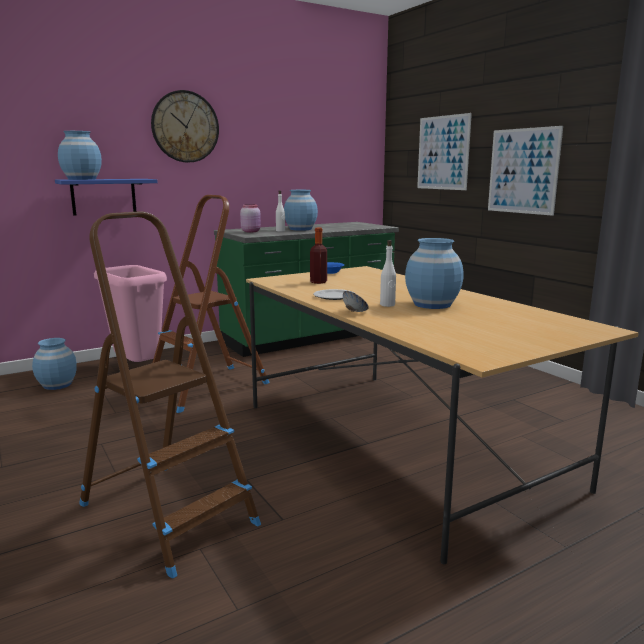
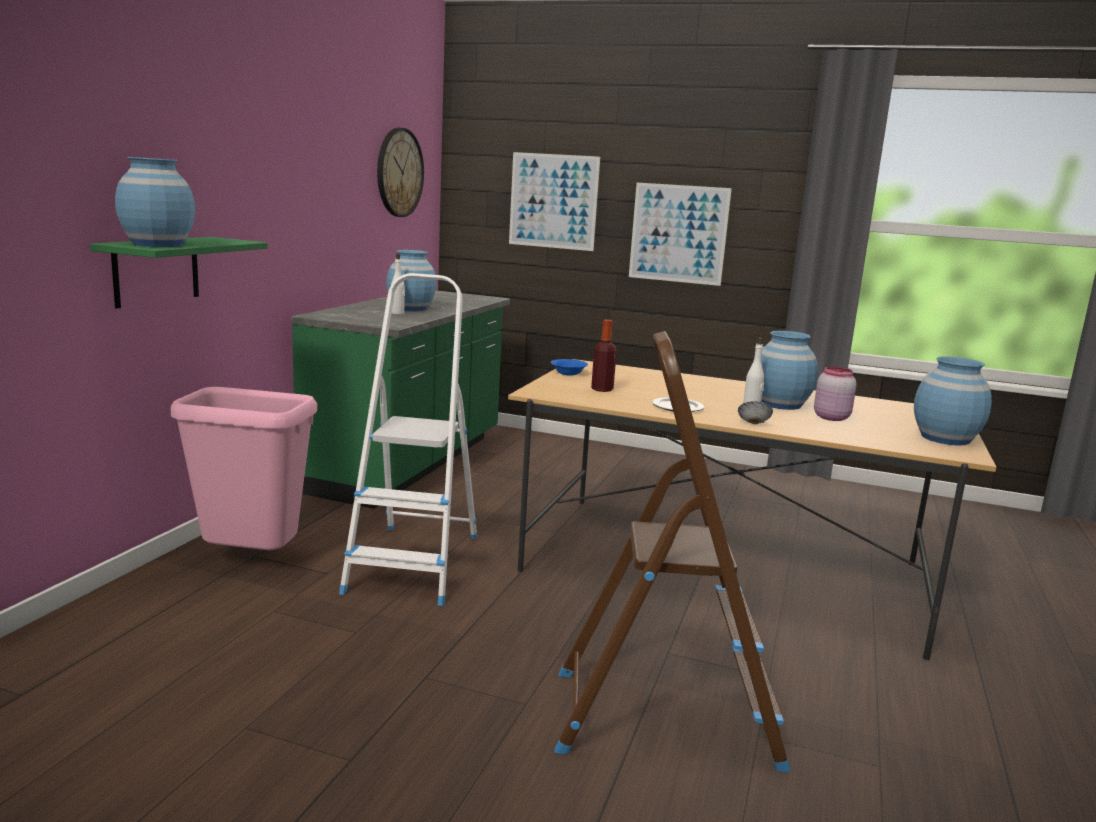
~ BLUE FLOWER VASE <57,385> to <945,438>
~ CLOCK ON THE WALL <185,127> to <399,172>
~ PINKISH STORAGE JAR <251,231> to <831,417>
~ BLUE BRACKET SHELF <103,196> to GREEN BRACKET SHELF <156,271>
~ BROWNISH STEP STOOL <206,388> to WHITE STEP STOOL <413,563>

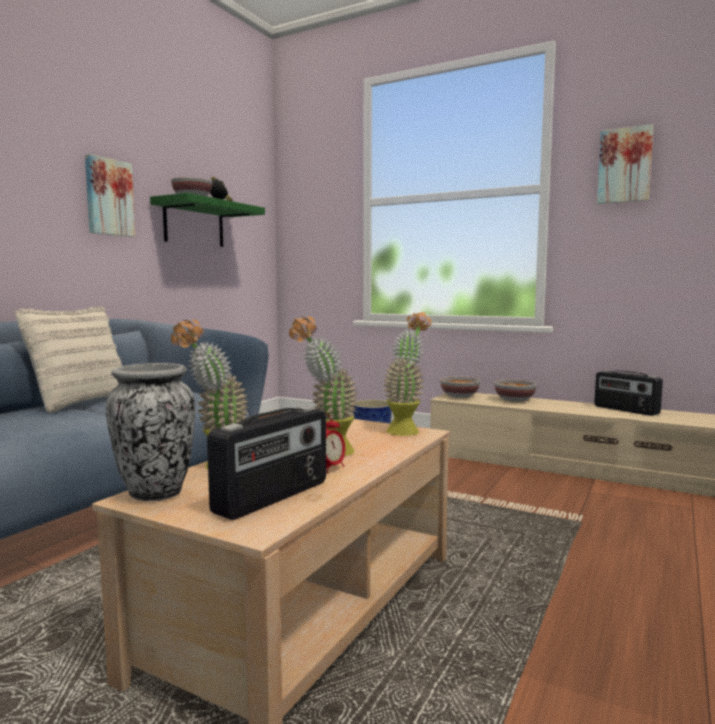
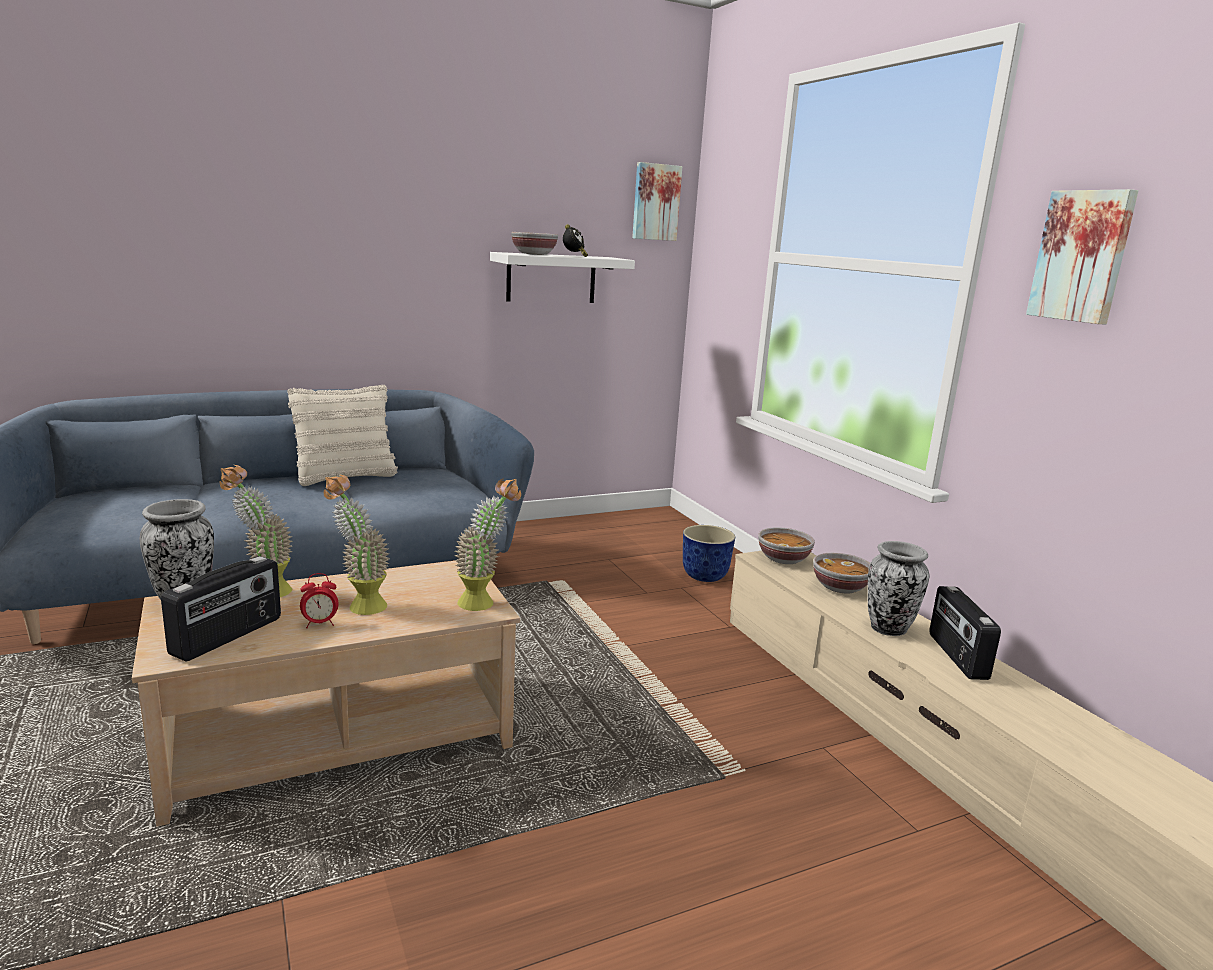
+ FLOWER VASE <888,629>
~ WALL ART <108,197> to <655,202>
~ GREEN BRACKET SHELF <194,224> to WHITE BRACKET SHELF <551,278>
~ RADIO SET <273,497> = <228,637> 45 degrees counterclockwise

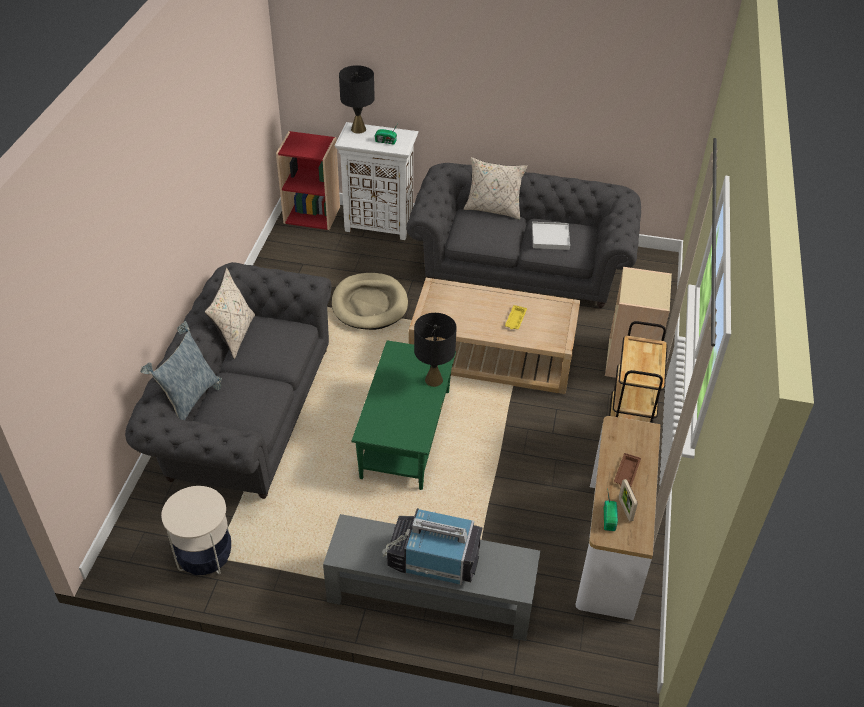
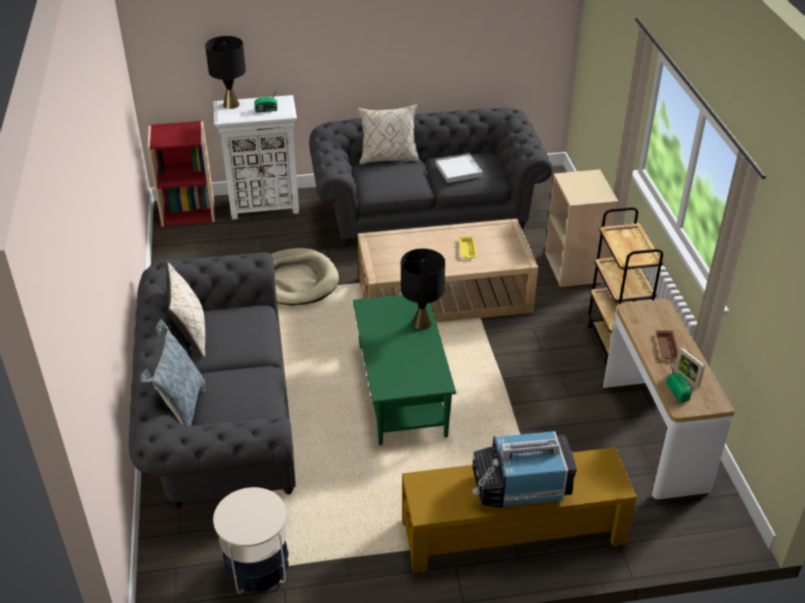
~ GREY MEDIA CONSOLE <430,596> to YELLOW-COLOURED MEDIA CONSOLE <512,533>

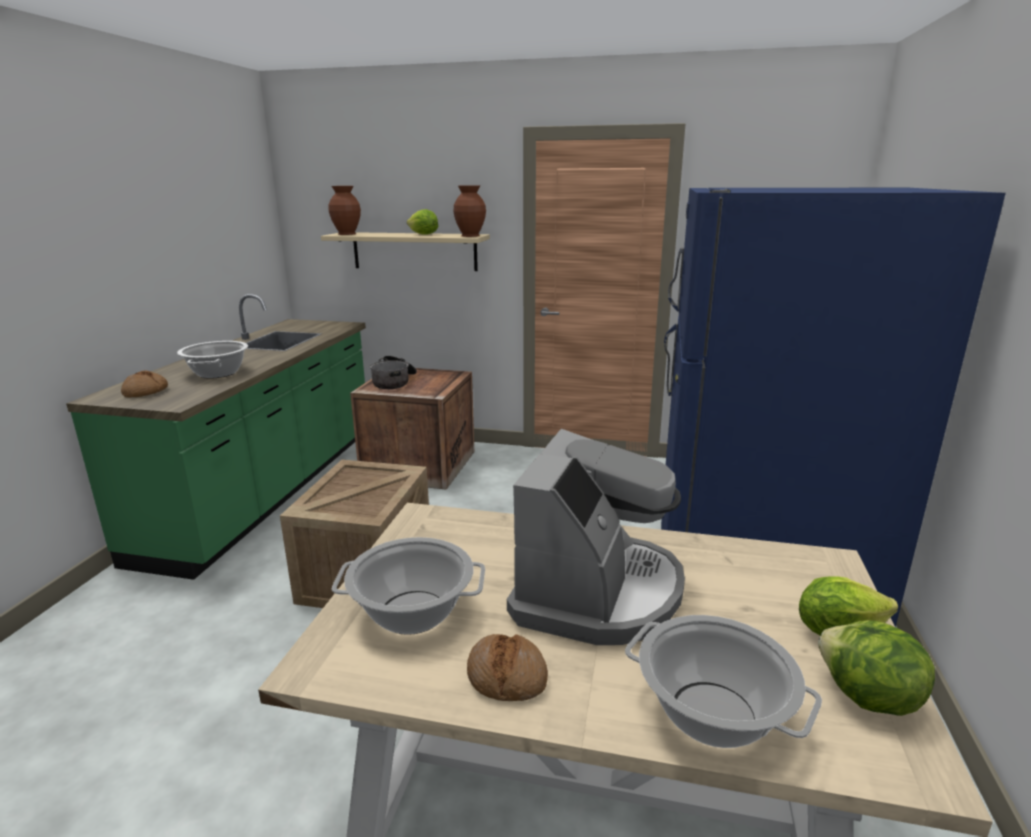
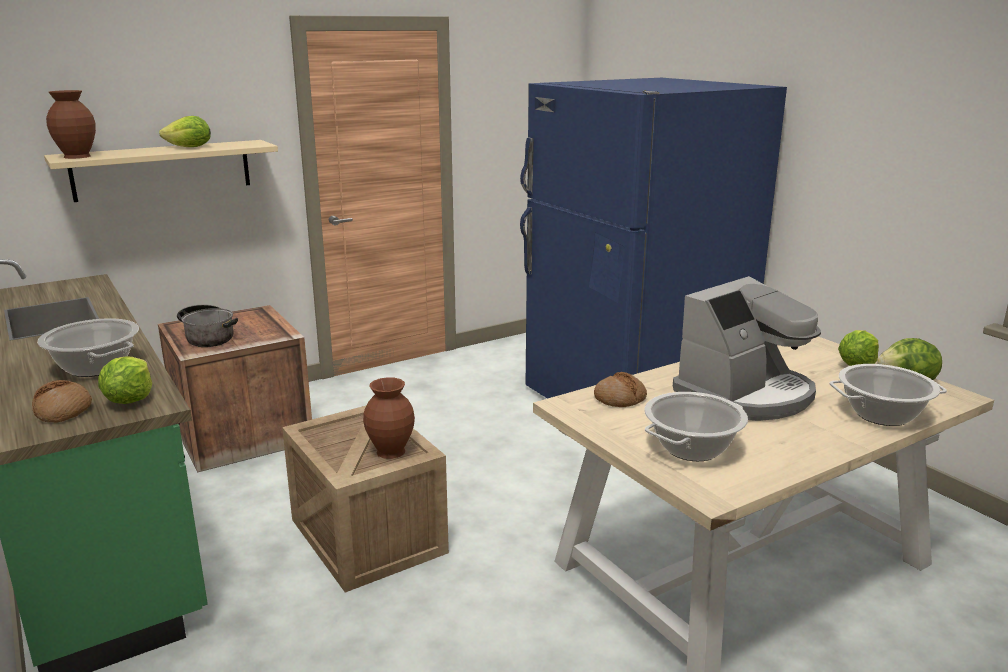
+ HEAD OF LETTUCE <130,399>
~ BROWNISH FLOWER VASE <470,236> to <390,451>
~ BAKERY BREAD <507,676> to <620,398>
~ COFFEE BREWER <597,591> = <745,395> 75 degrees clockwise

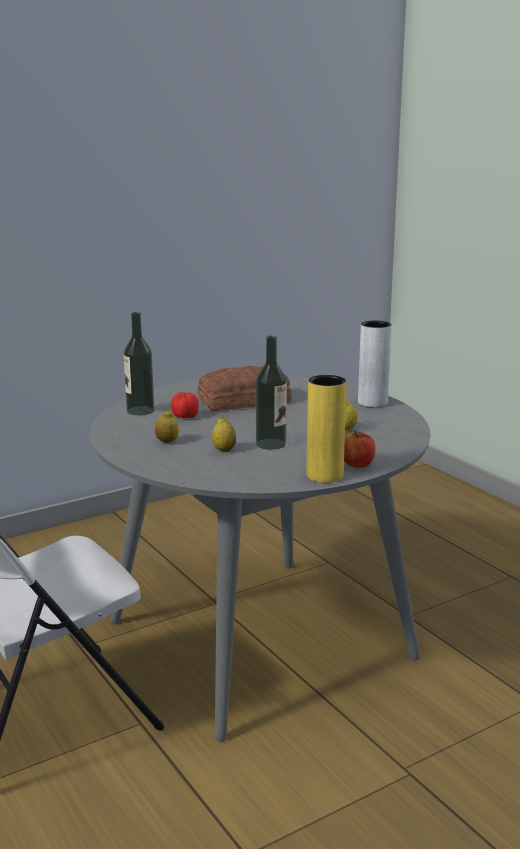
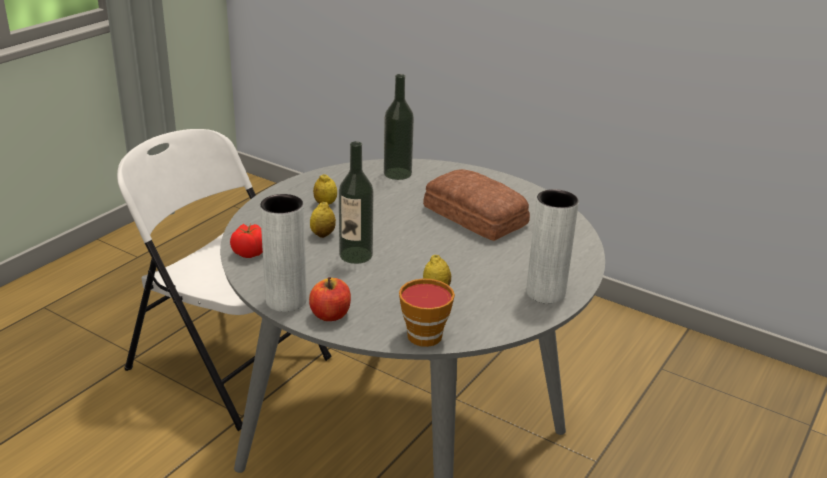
+ SMALL CUP <423,333>
~ WHOLE TOMATO <185,416> to <248,253>
~ YELLOW-COLOURED FLOWER VASE <324,475> to GREY FLOWER VASE <286,301>

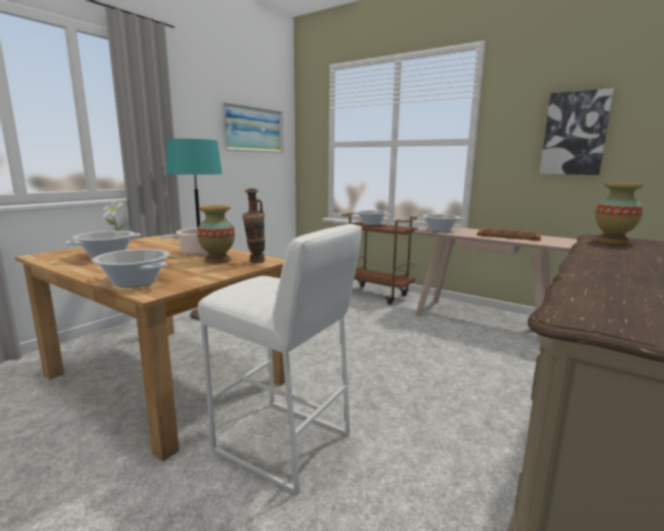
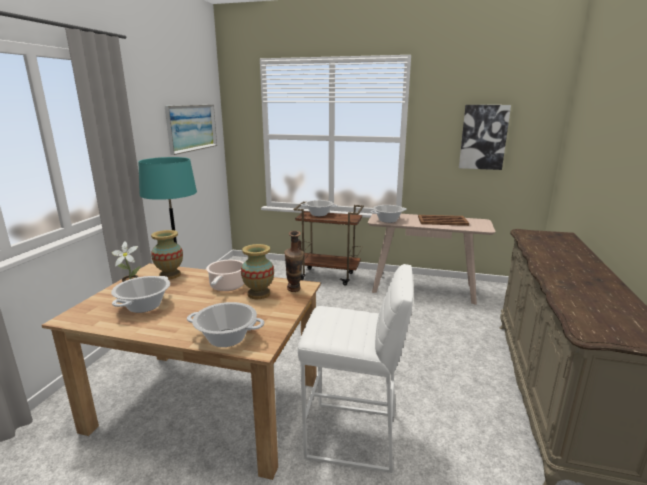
~ FLOWER VASE <612,241> to <170,275>

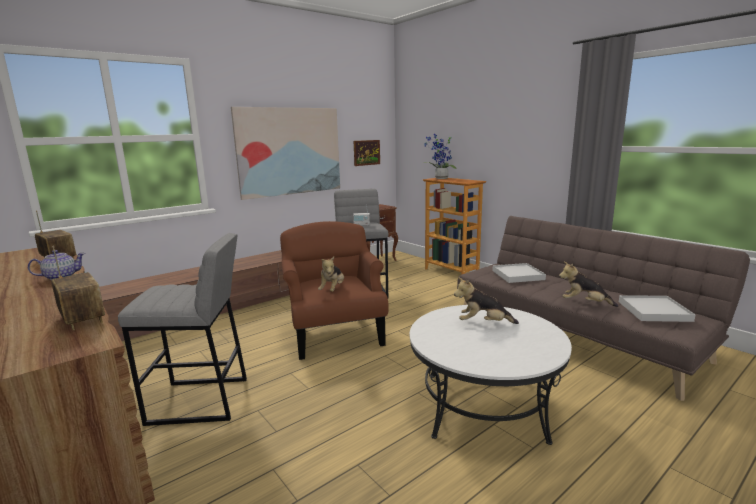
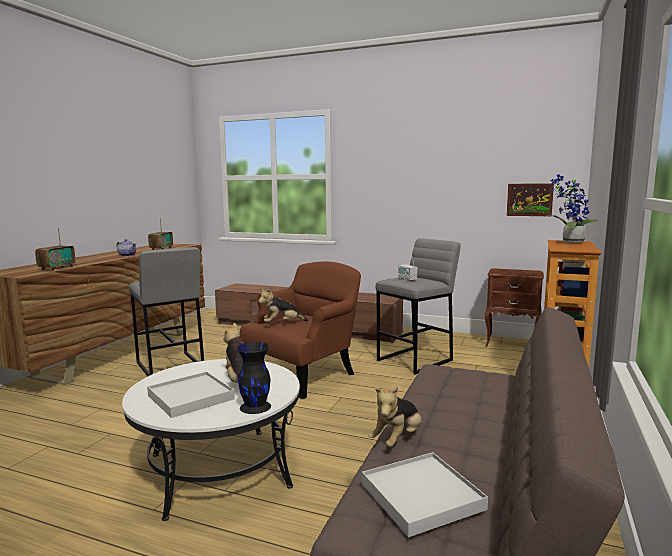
- WALL ART <289,151>
+ BLACK FLOWER VASE <255,406>
~ WHITE SERVING TRAY <517,275> to <190,397>
~ SOFT TOY <584,303> = <397,439> 135 degrees counterclockwise

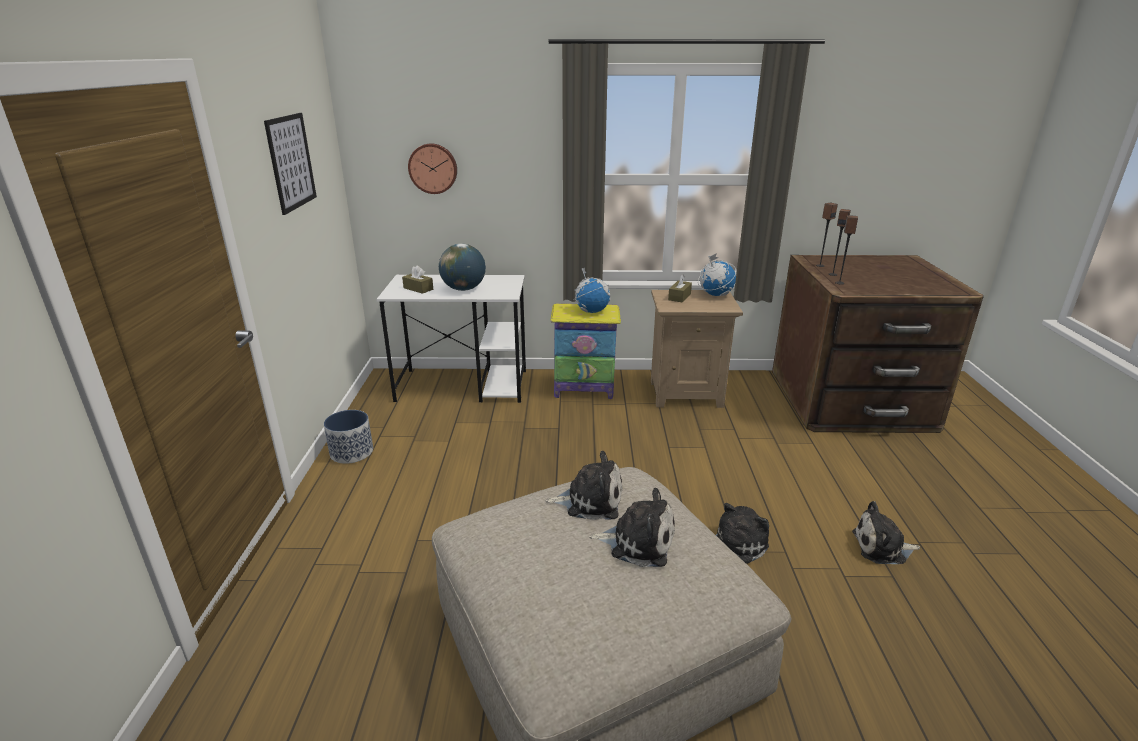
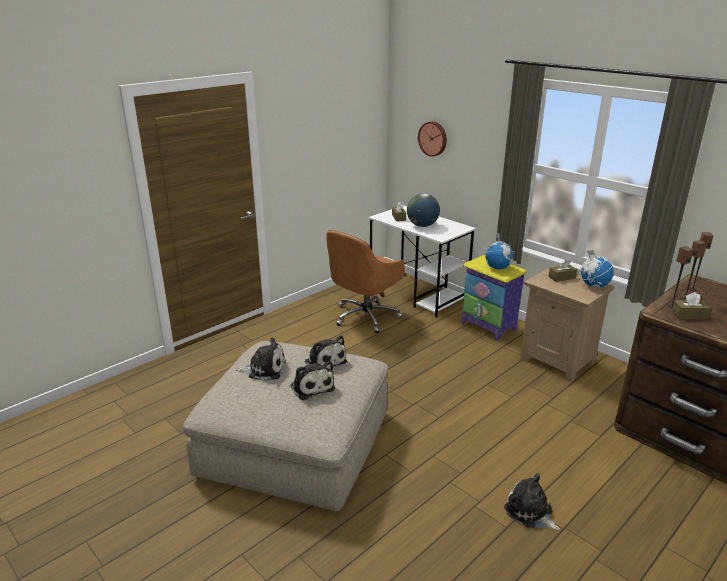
- WALL ART <291,162>
- PLANT POT <351,452>
+ BROWNISH DESK CHAIR <365,316>
+ BROWNISH BOX OF TISSUES <689,315>
~ SOFT TOY <736,545> to <264,369>

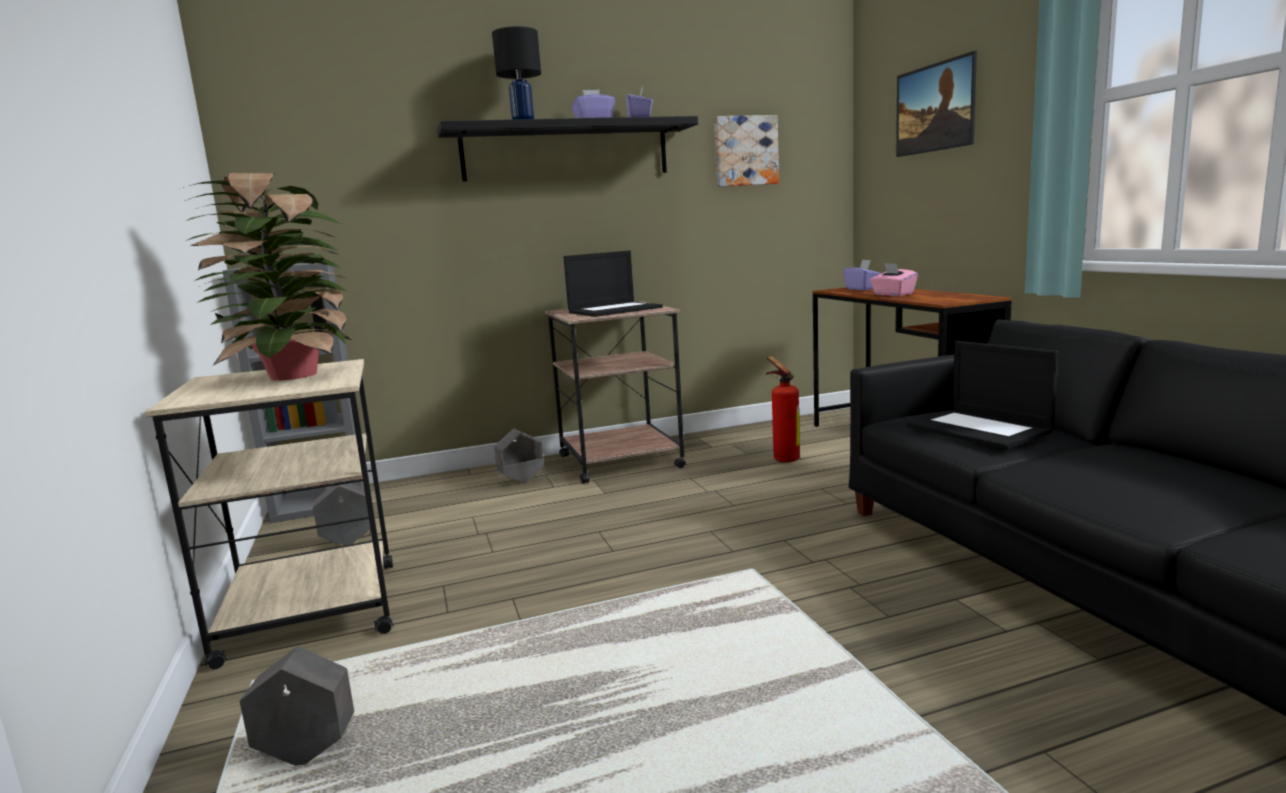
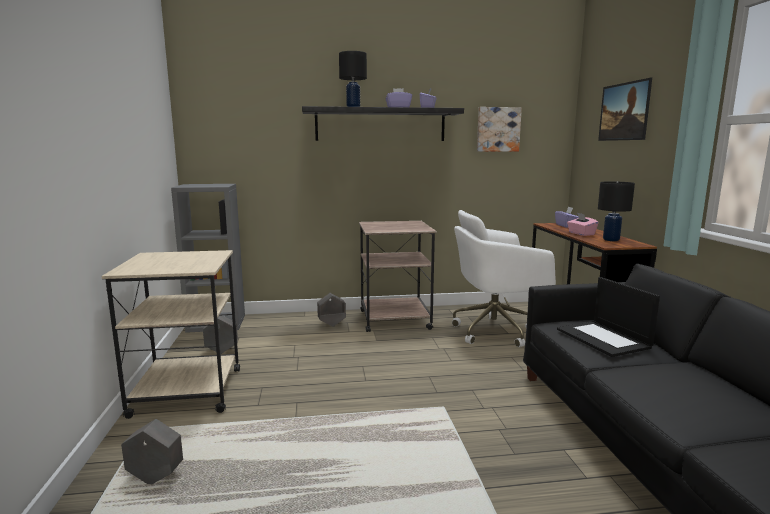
- PLANT IN A POT <290,375>
- PORTABLE COMPUTER <615,310>
+ BLACK LAMP FOR A TABLE <610,240>
~ EXTINGUISHER <783,458> to WHITE DESK CHAIR <497,332>

